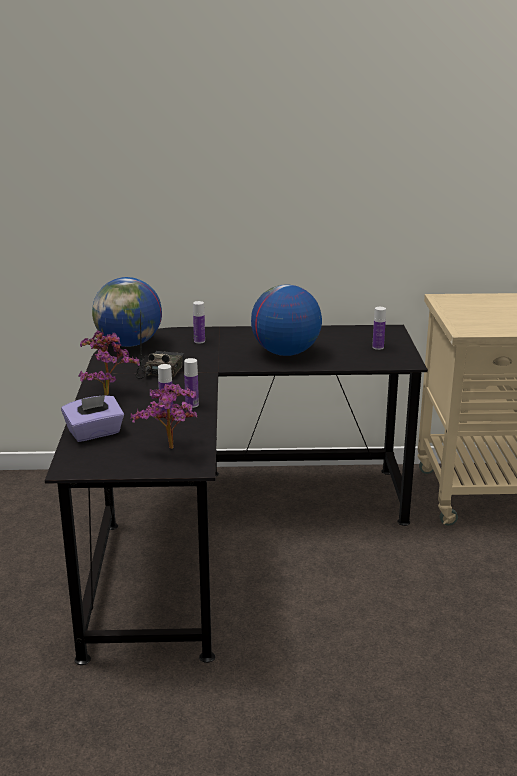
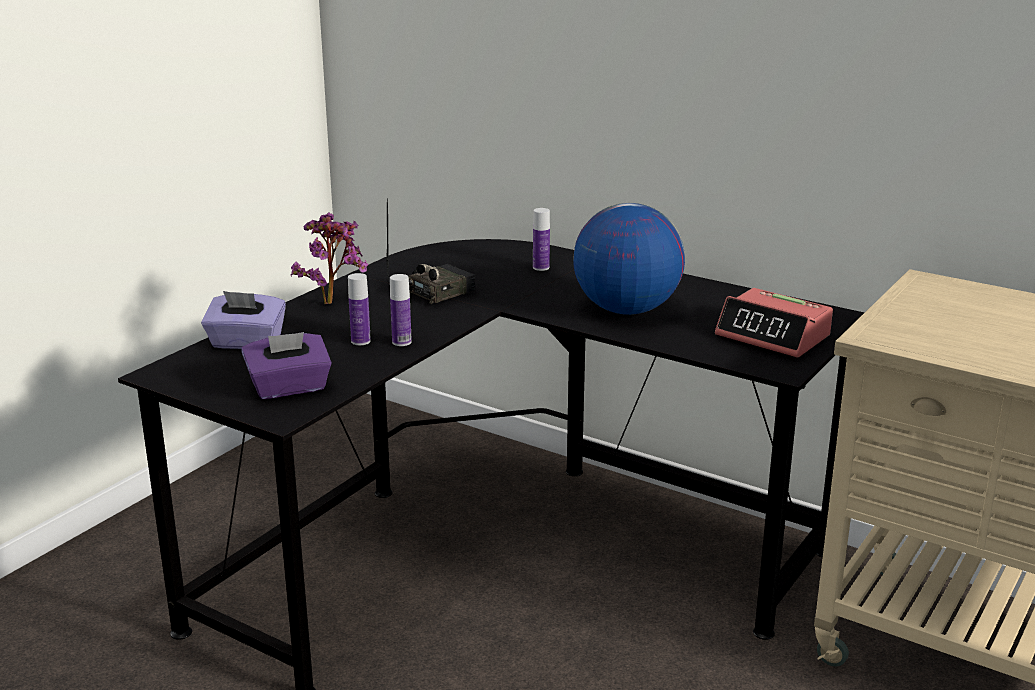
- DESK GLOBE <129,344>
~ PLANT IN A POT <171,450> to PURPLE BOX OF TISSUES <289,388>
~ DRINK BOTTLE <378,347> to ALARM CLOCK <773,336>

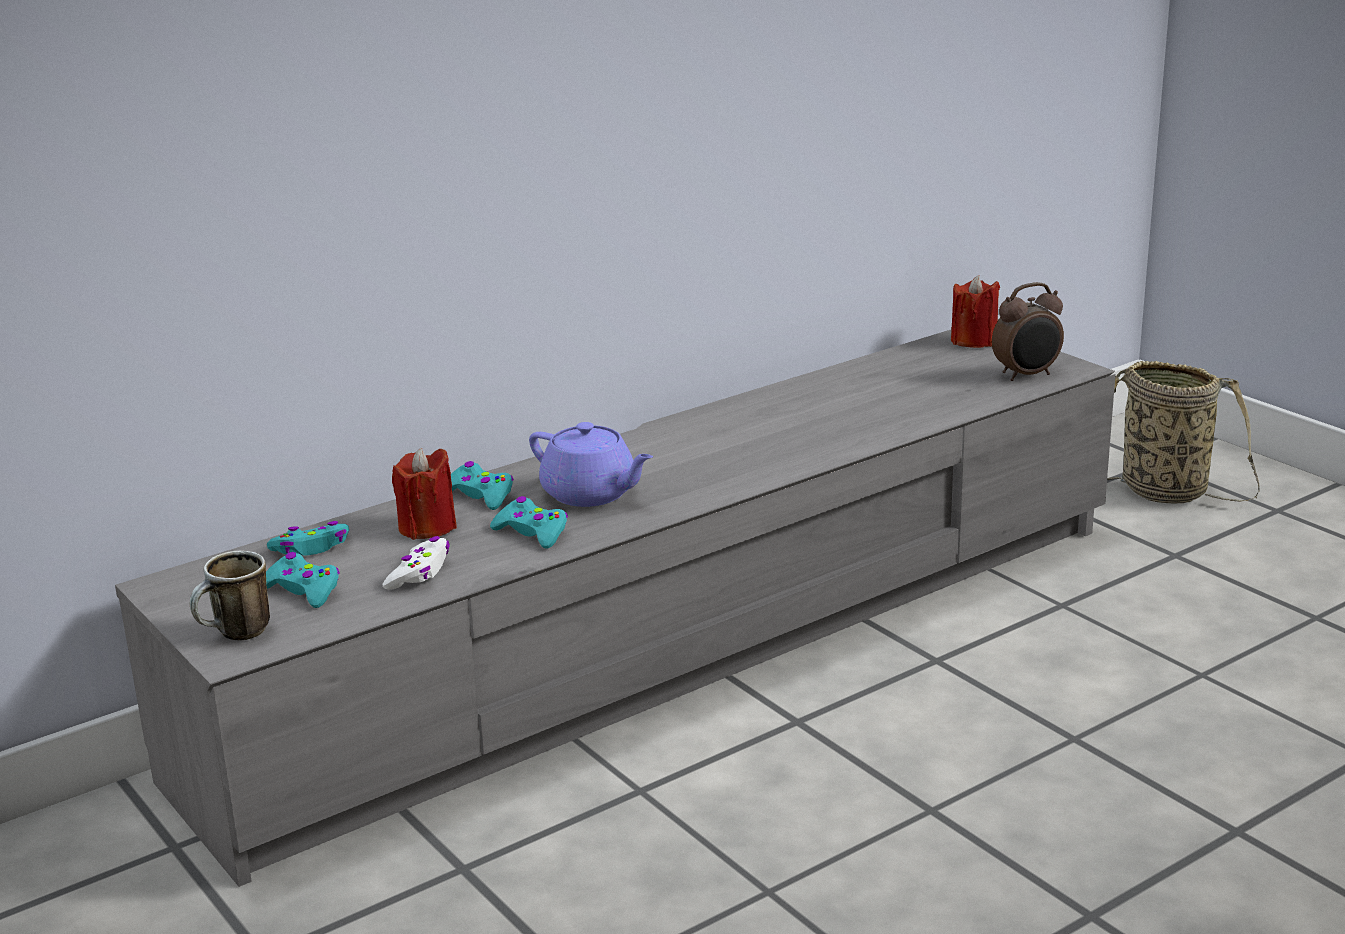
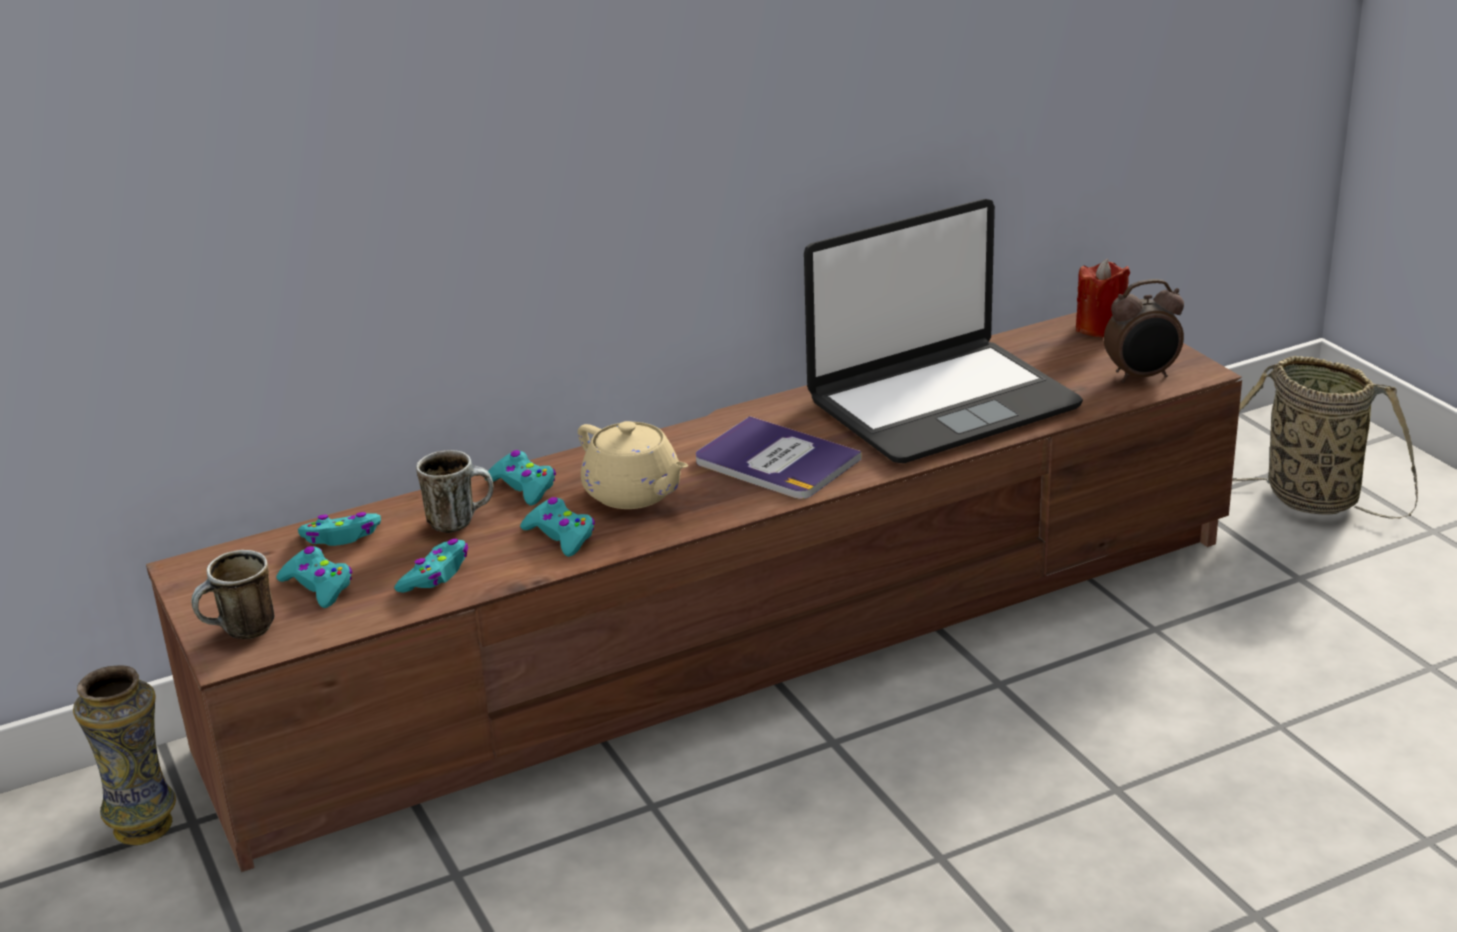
+ FLOWER VASE <144,825>
+ BOOK <776,461>
+ PORTABLE COMPUTER <941,403>
~ RED-COLOURED WAX CANDLE <427,527> to COFFEE MUG <460,521>
~ GREY MEDIA CONSOLE <676,645> to BROWNISH MEDIA CONSOLE <735,642>
~ WHITE GAME CONTROLLER <419,573> to BLUE-GREEN GAME CONTROLLER <435,575>
~ PURPLE POT FOR TEA <591,494> to SAND-COLOURED POT FOR TEA <634,494>

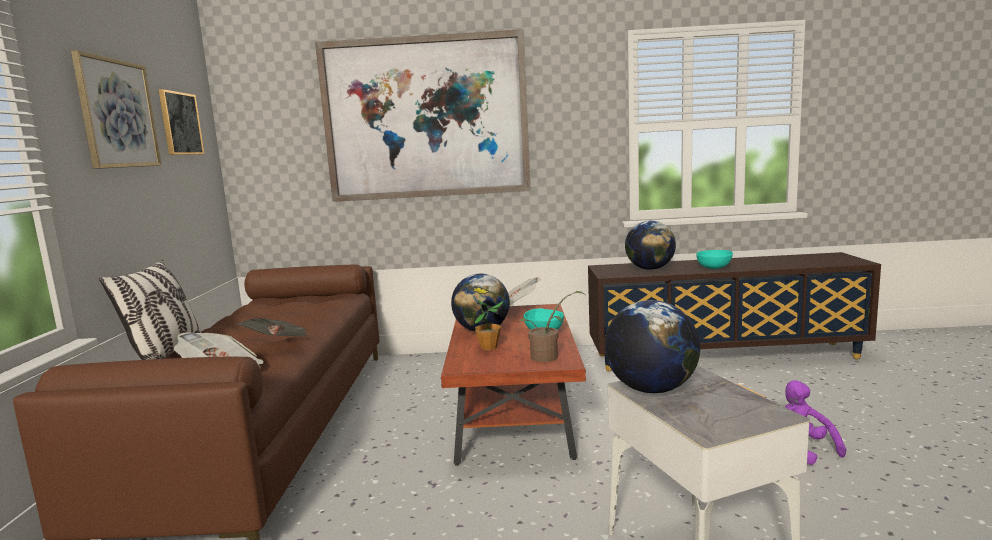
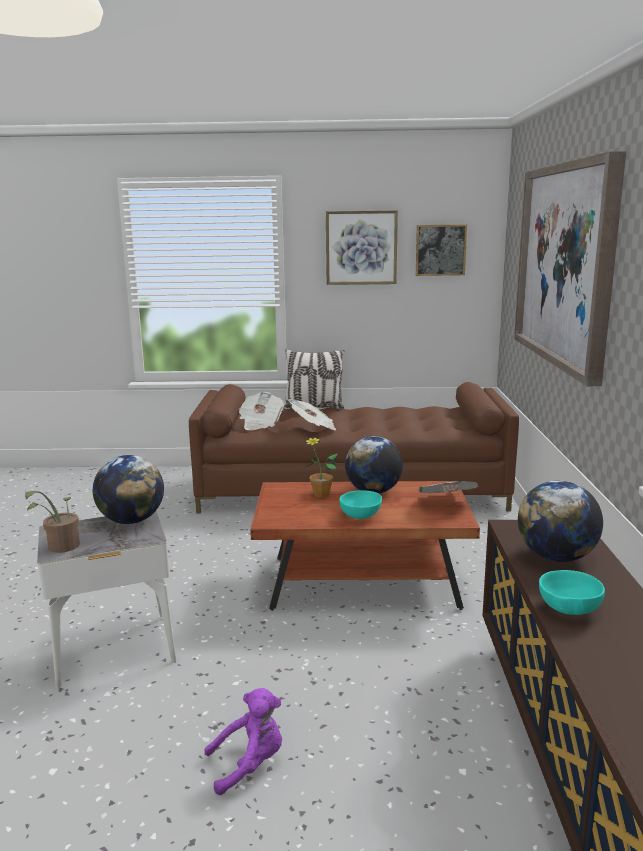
~ PLANT IN A POT <548,357> to <60,548>

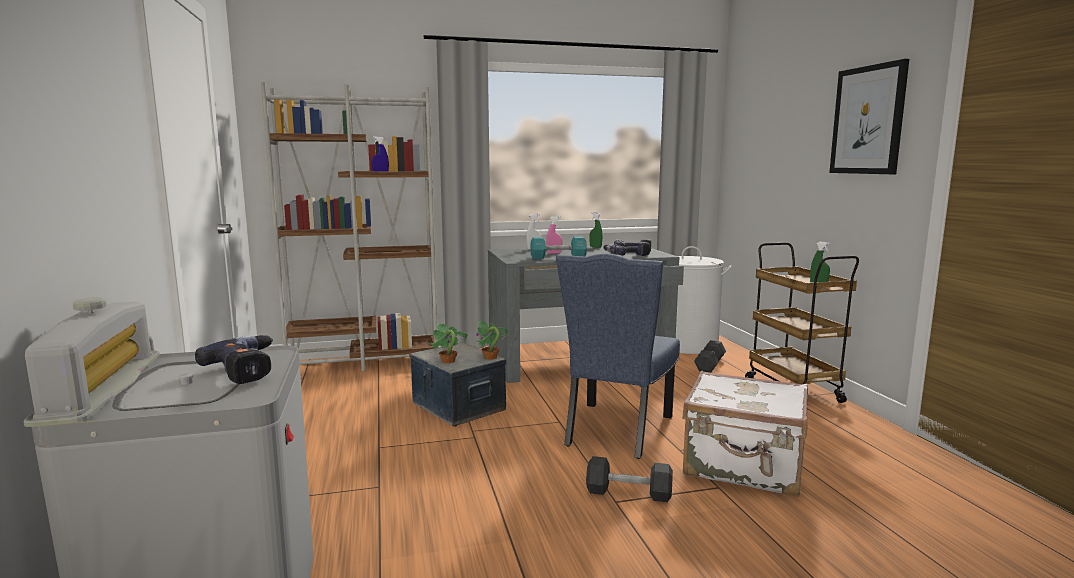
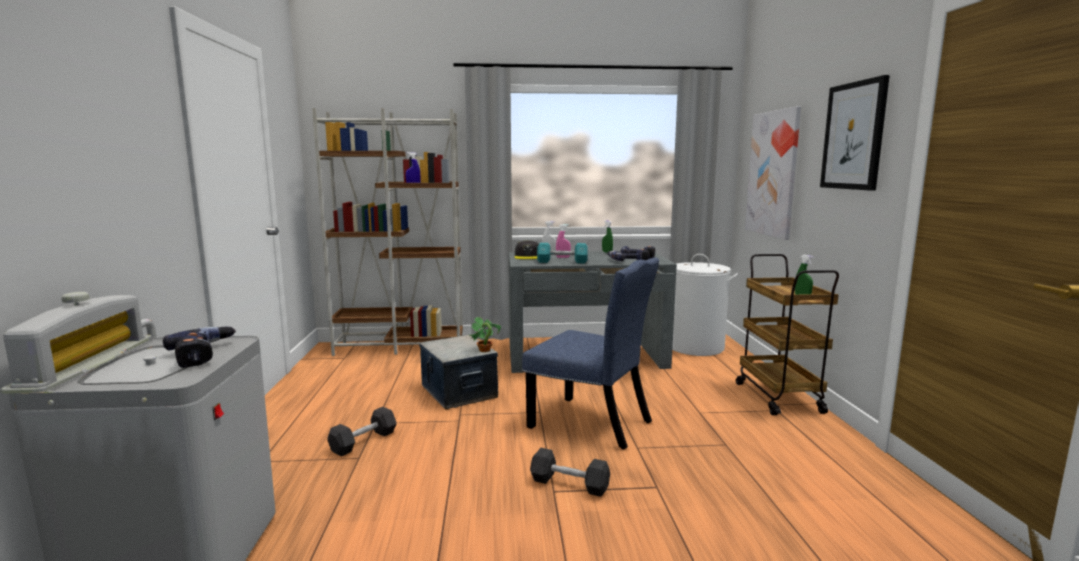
- PLANT IN A POT <448,361>
- WHITE PIECE OF LUGGAGE <744,467>
+ GREY CAP <528,256>
+ WALL ART <773,174>
~ BLACK HAND WEIGHT <709,365> to <363,441>
~ BLUE CHAIR <617,428> = <589,422> 90 degrees counterclockwise

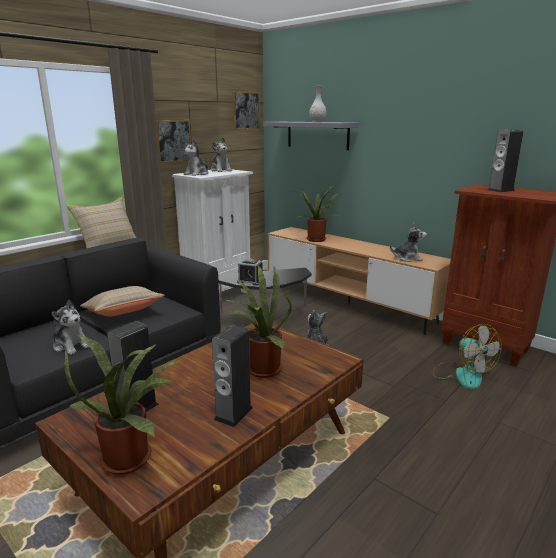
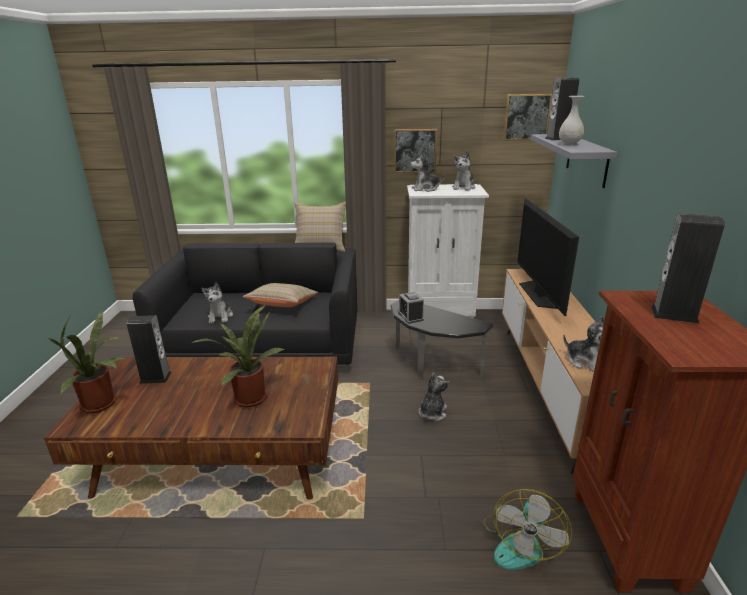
~ SPEAKER <233,413> to <558,139>
~ PLANT IN A POT <316,239> to TV SET <539,294>

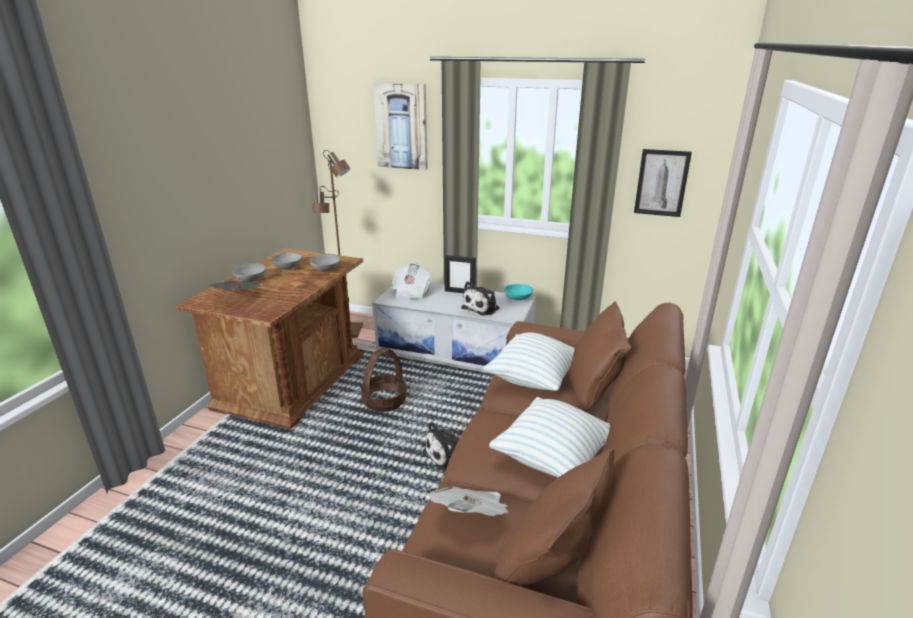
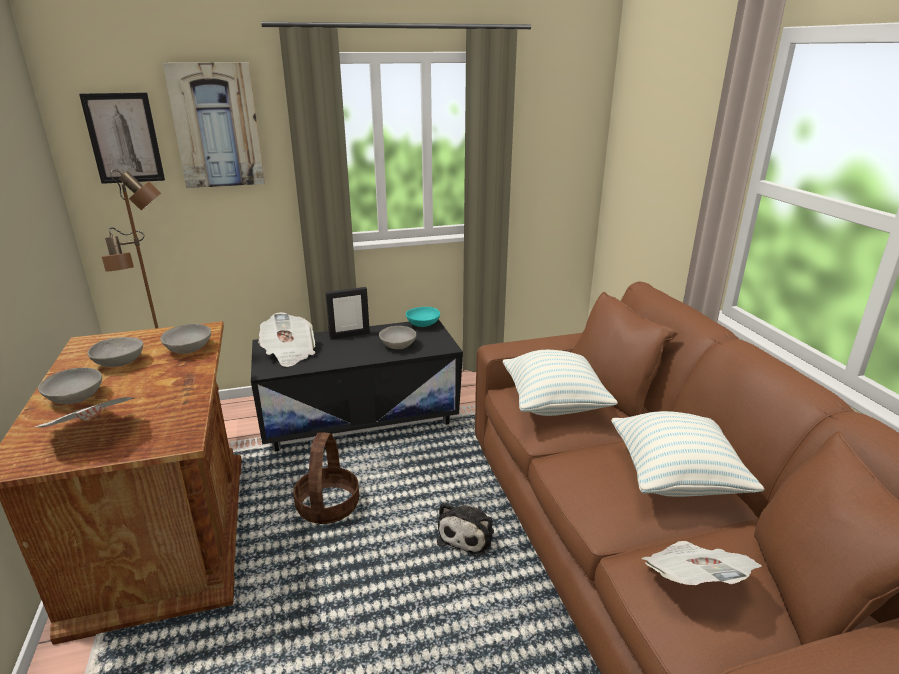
~ WALL ART <661,183> to <124,138>
~ SOFT TOY <482,308> to GREY SERVING BOWL <398,346>
~ WHITE MEDIA CONSOLE <456,357> to BLACK MEDIA CONSOLE <362,418>

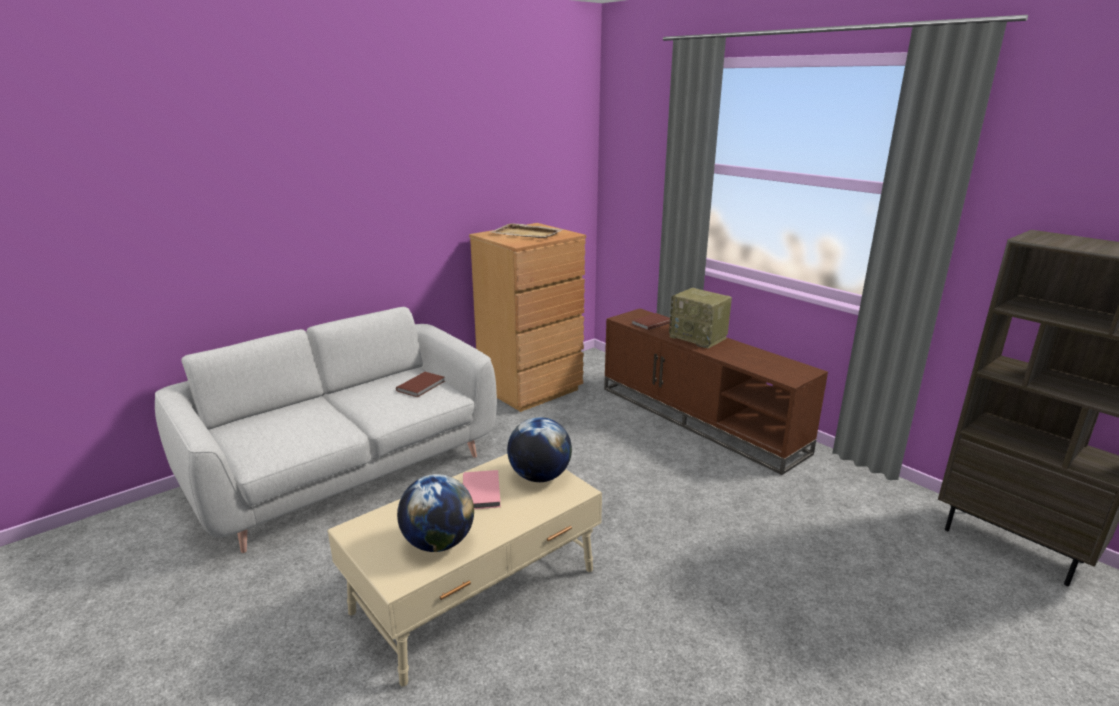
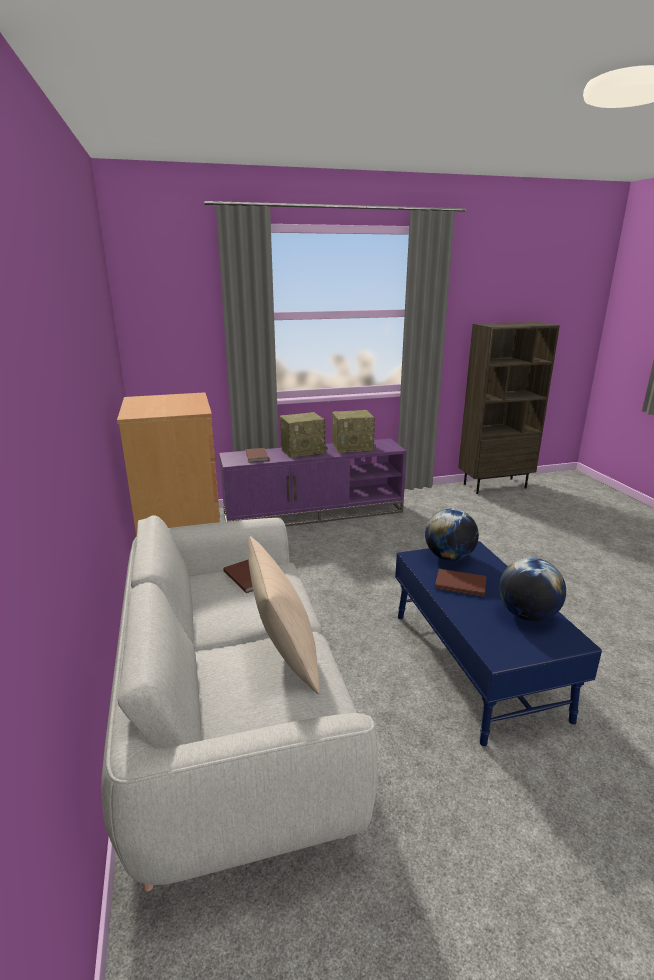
- SAND-COLOURED SERVING TRAY <527,234>
+ SAND-COLOURED CUSHION <284,656>
+ RADIO SET <353,447>
~ SAND-COLOURED LOW TABLE <477,590> to BLUE LOW TABLE <474,663>
~ PINKISH BOOK <482,491> to BROWNISH BOOK <459,584>
~ BROWNISH MEDIA CONSOLE <700,419> to PURPLE MEDIA CONSOLE <314,513>

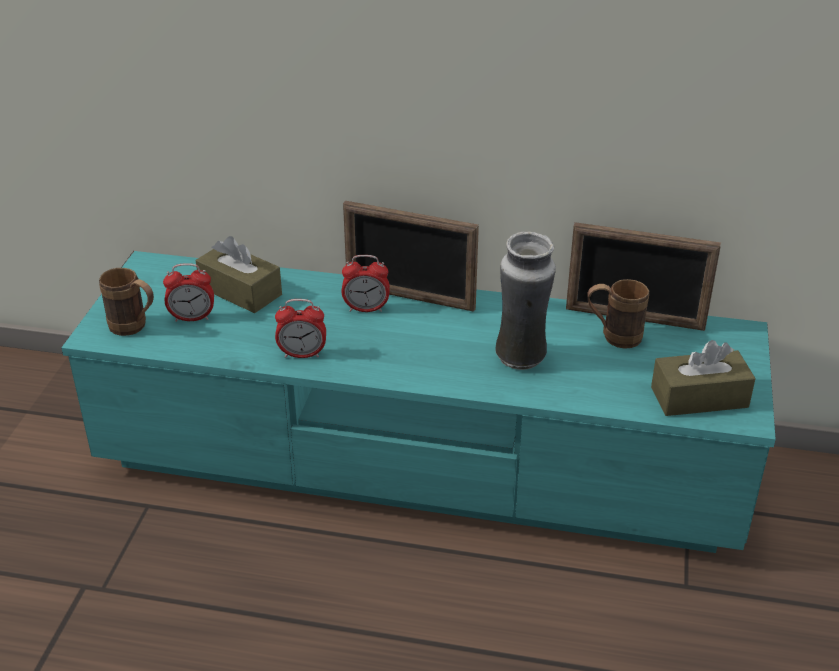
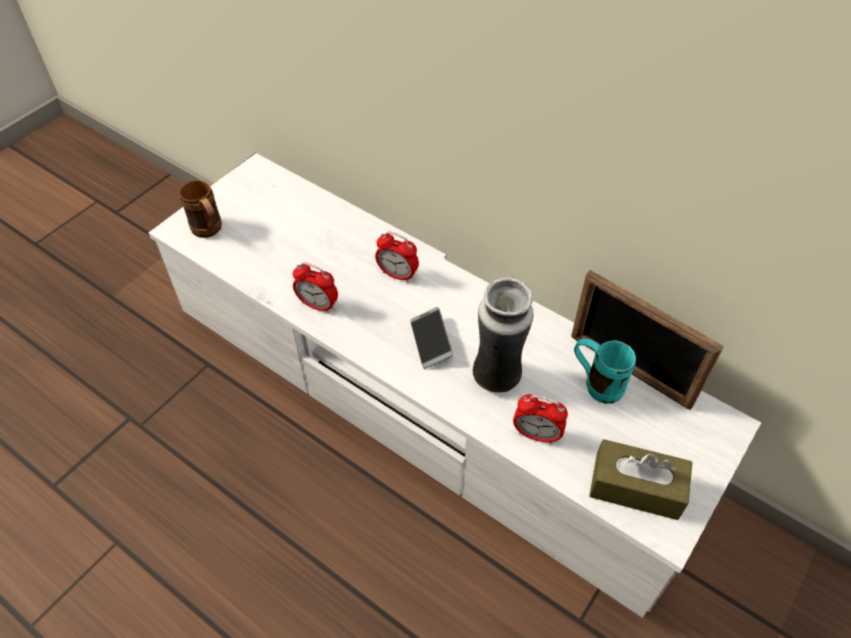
- BROWNISH BOX OF TISSUES <240,291>
- PICTURE FRAME <410,297>
+ HANDSET <431,341>
~ ALARM CLOCK <192,318> to <536,434>
~ BLUE-GREEN MEDIA CONSOLE <421,463> to WHITE MEDIA CONSOLE <427,404>
~ BROWNISH COFFEE MUG <613,337> to BLUE-GREEN COFFEE MUG <595,384>

